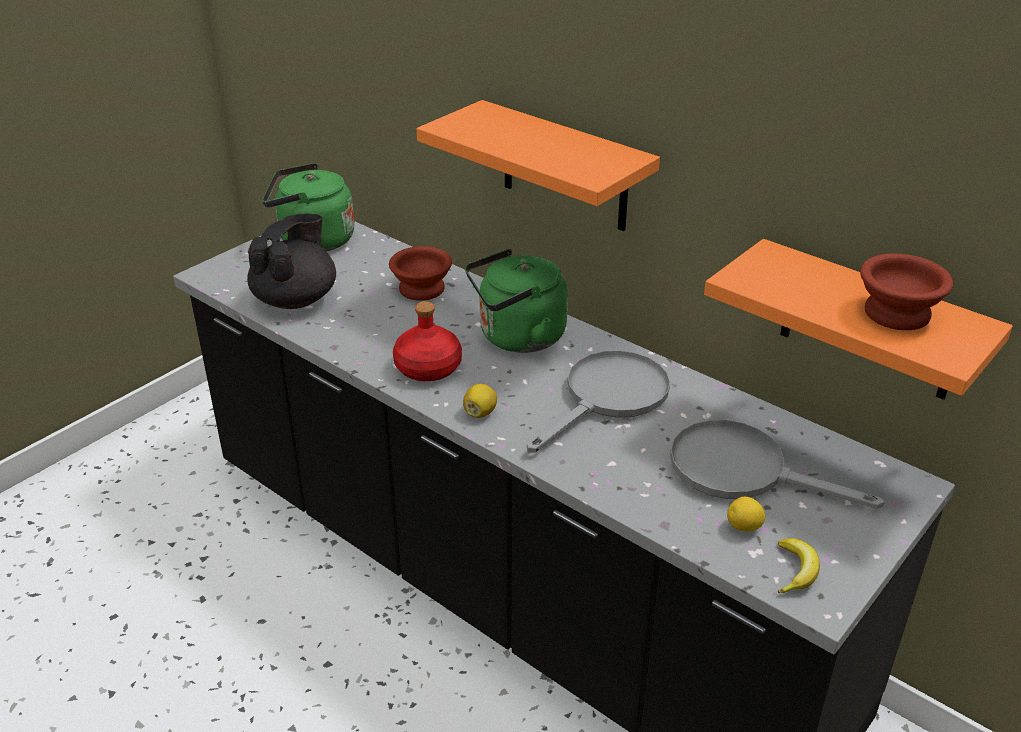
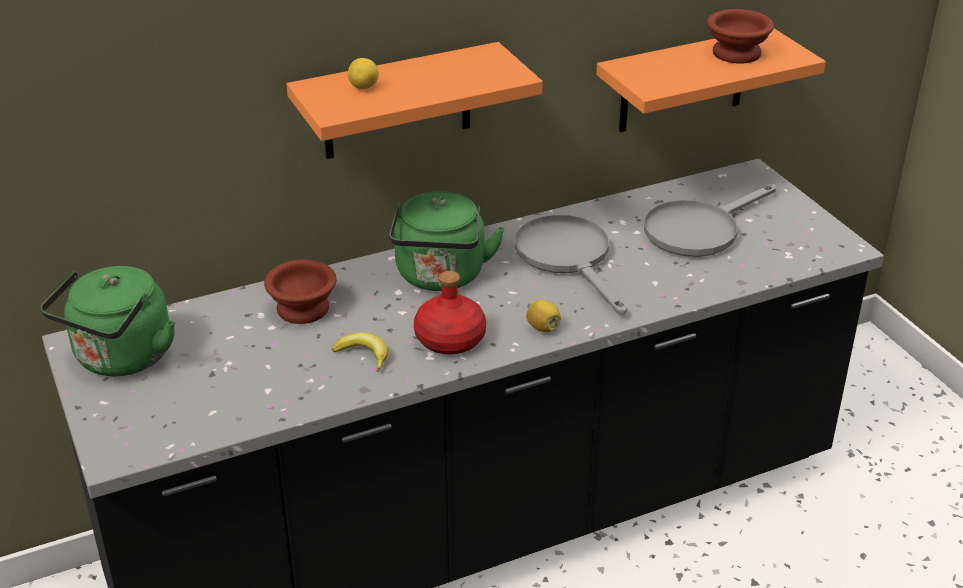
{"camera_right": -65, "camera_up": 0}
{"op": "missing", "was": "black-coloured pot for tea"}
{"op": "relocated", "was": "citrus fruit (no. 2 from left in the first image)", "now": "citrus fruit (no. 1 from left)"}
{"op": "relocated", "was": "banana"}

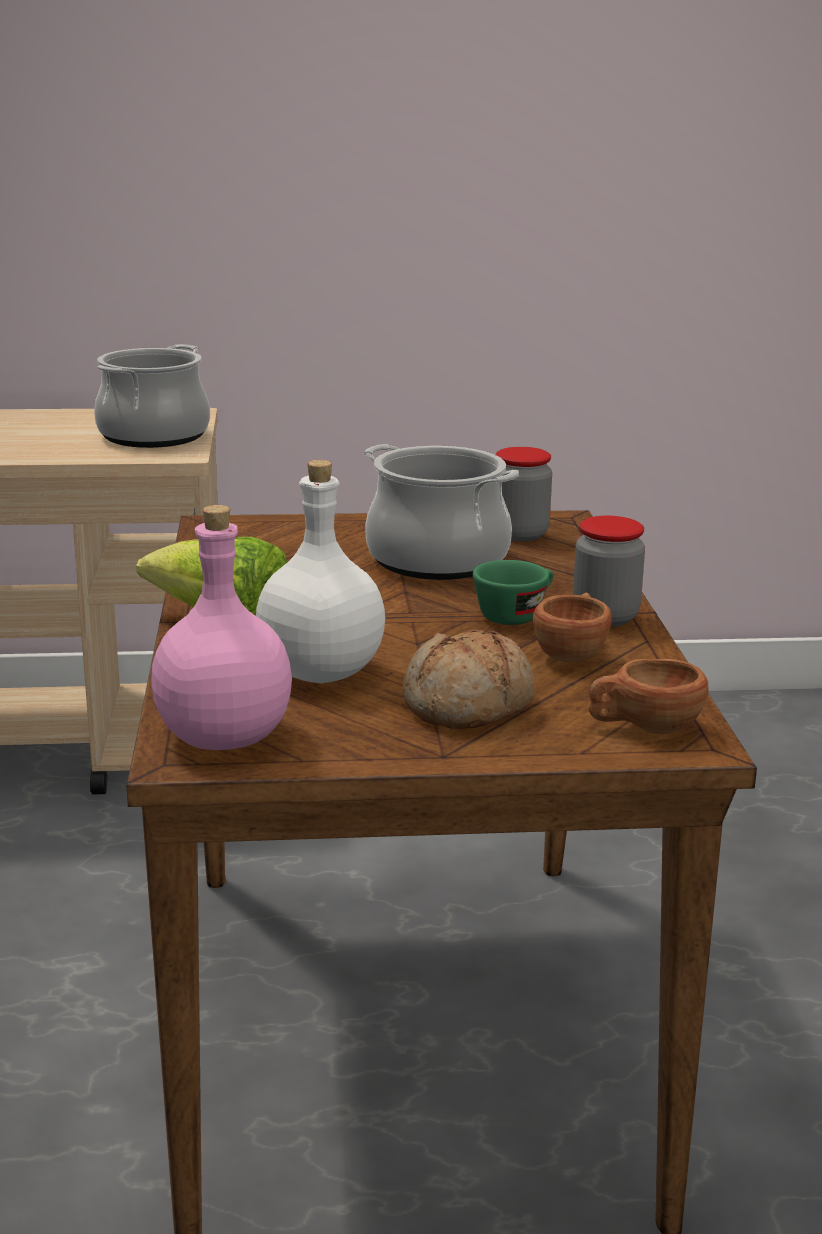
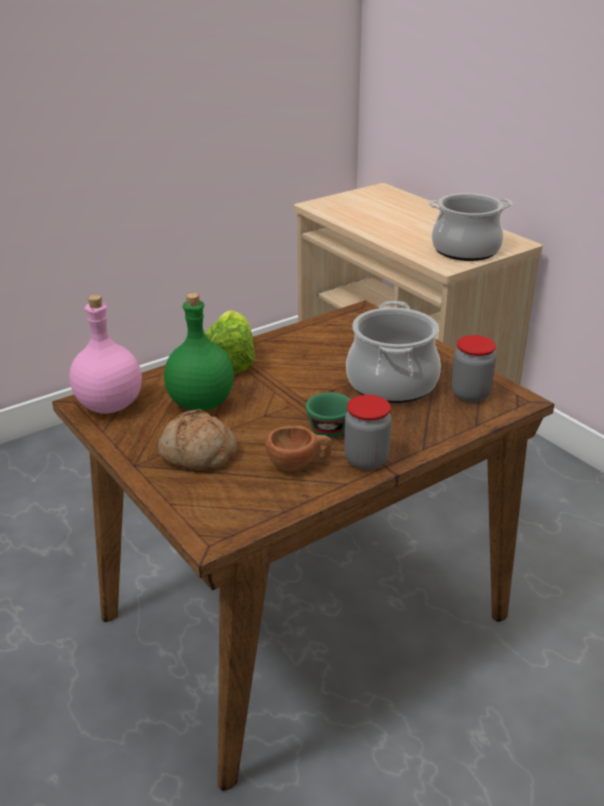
{"camera_right": 60, "camera_up": 10}
{"op": "missing", "was": "brown small cup (no. 2 from left)"}
{"op": "colour", "was": "white beverage bottle", "now": "greenish beverage bottle"}

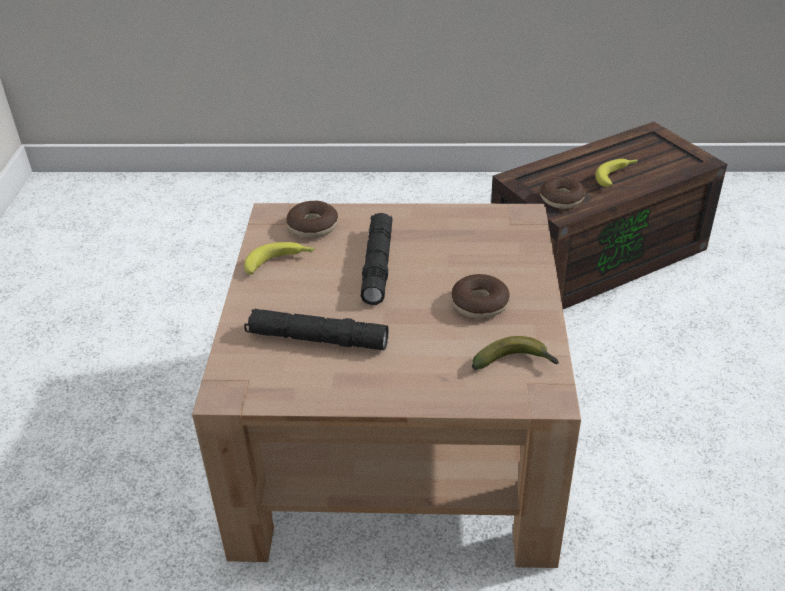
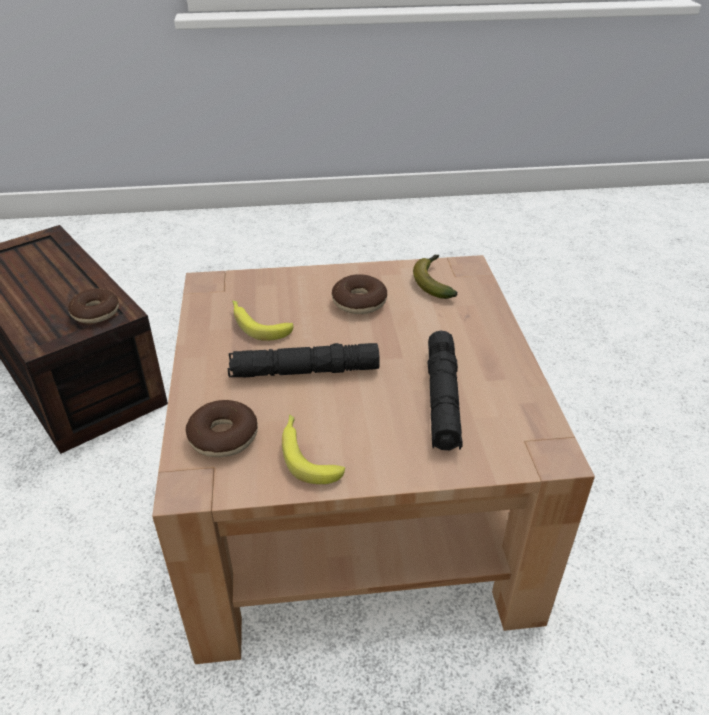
{"camera_right": -100, "camera_up": 0}
{"op": "relocated", "was": "banana (no. 3 from left in the first image)", "now": "banana (no. 1 from left)"}

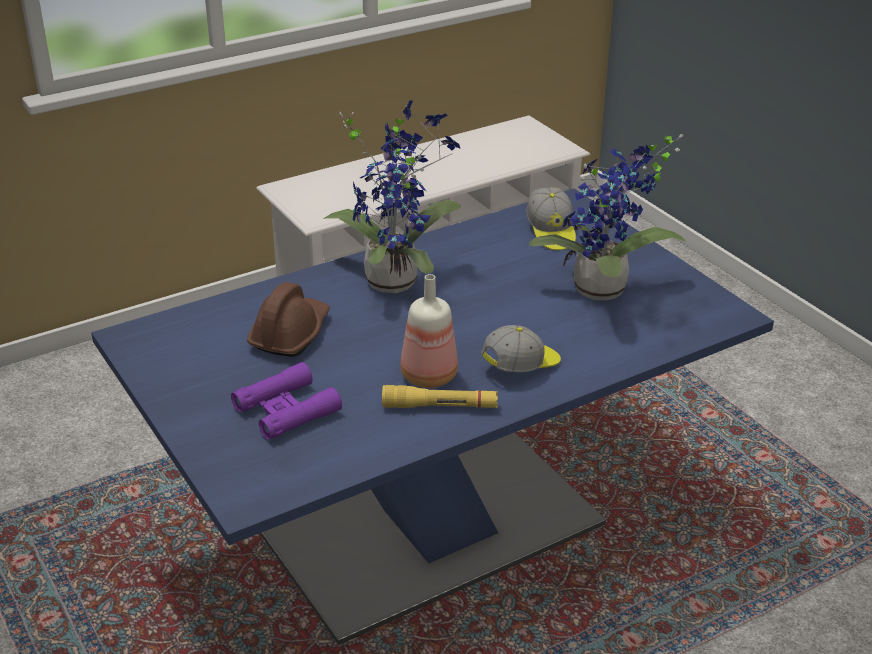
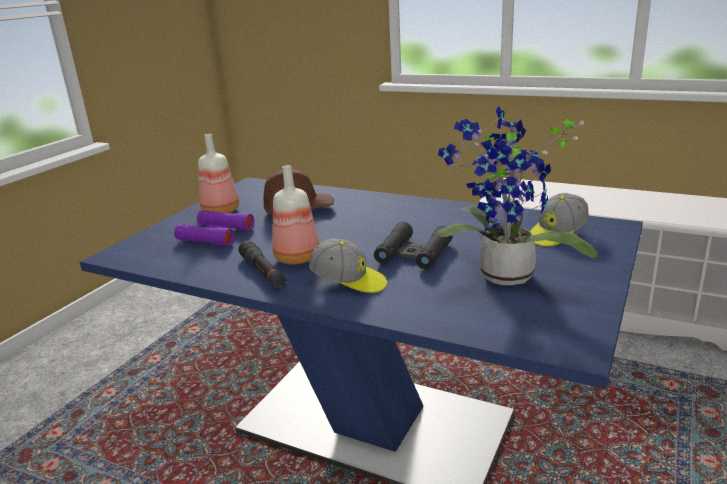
{"camera_right": 60, "camera_up": -10}
{"op": "missing", "was": "potted plant (no. 1 from left)"}
{"op": "appeared", "now": "beverage bottle (no. 1 from left)"}
{"op": "appeared", "now": "black-coloured field glasses"}
{"op": "colour", "was": "yellowish hand torch", "now": "black-coloured hand torch"}

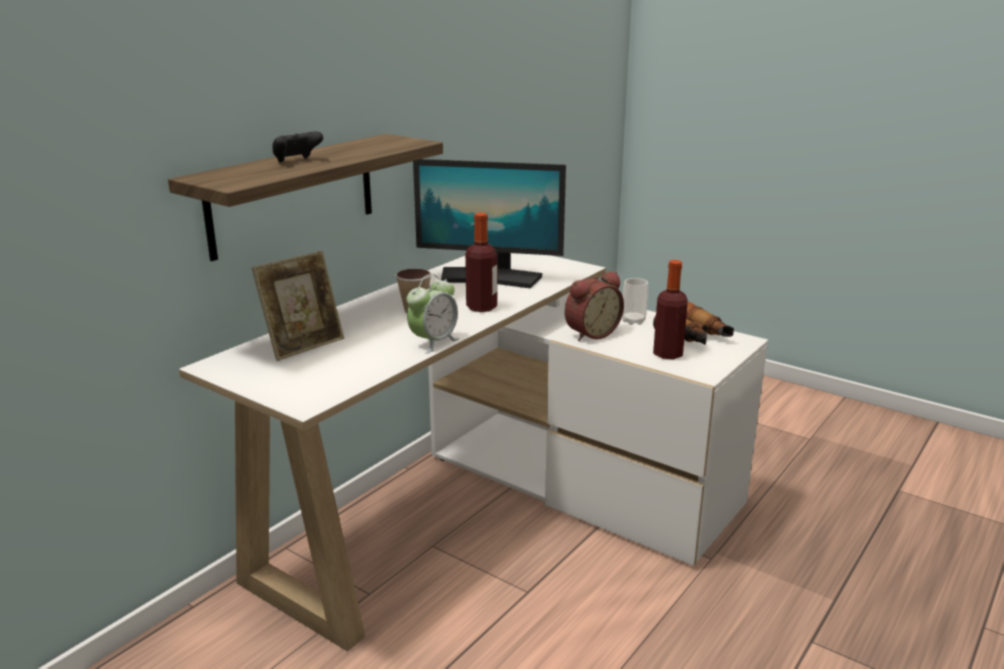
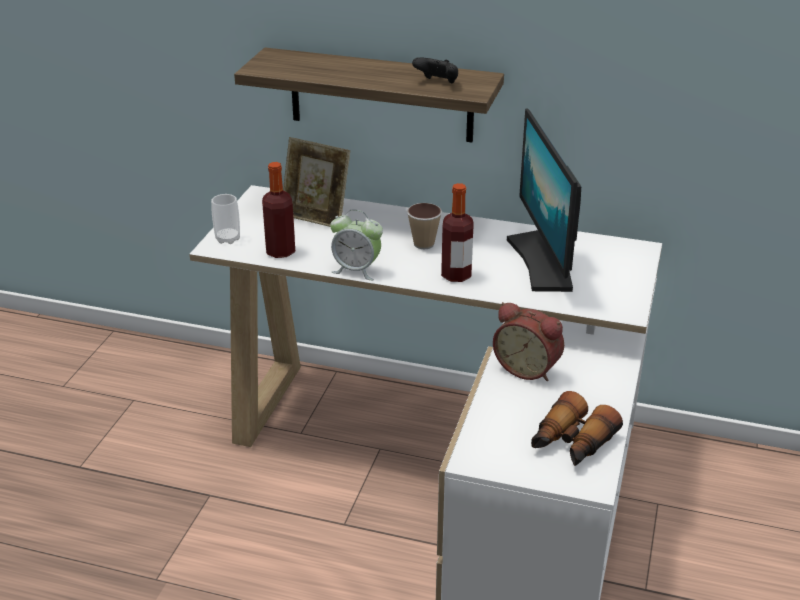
{"camera_right": 70, "camera_up": 10}
{"op": "relocated", "was": "black-coloured game controller"}
{"op": "relocated", "was": "small cup (no. 2 from left in the first image)", "now": "small cup (no. 1 from left)"}
{"op": "relocated", "was": "beverage bottle (no. 2 from left in the first image)", "now": "beverage bottle (no. 1 from left)"}

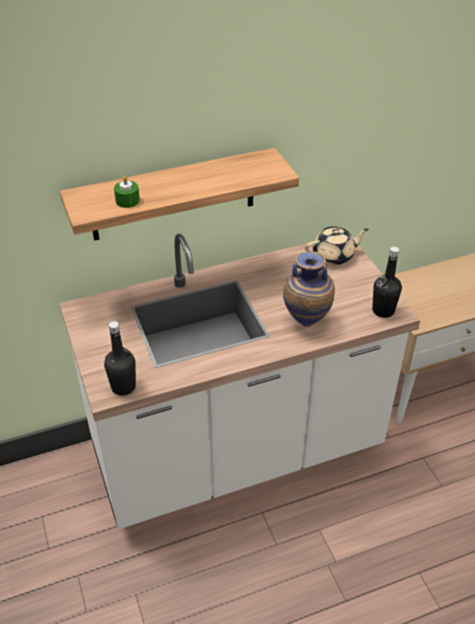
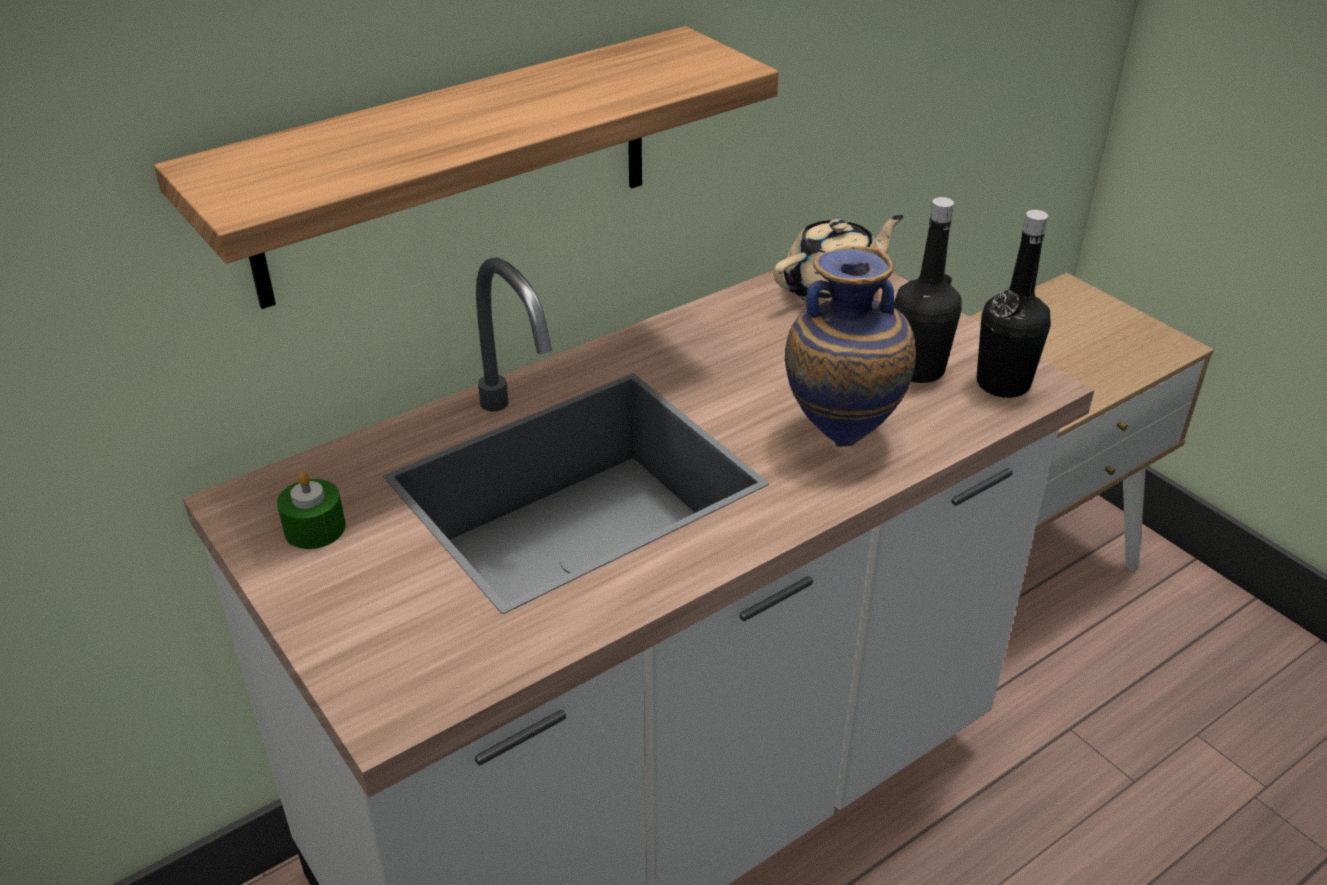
{"camera_right": -15, "camera_up": -5}
{"op": "relocated", "was": "black-coloured beverage bottle (no. 1 from left)"}
{"op": "relocated", "was": "greenish candle"}

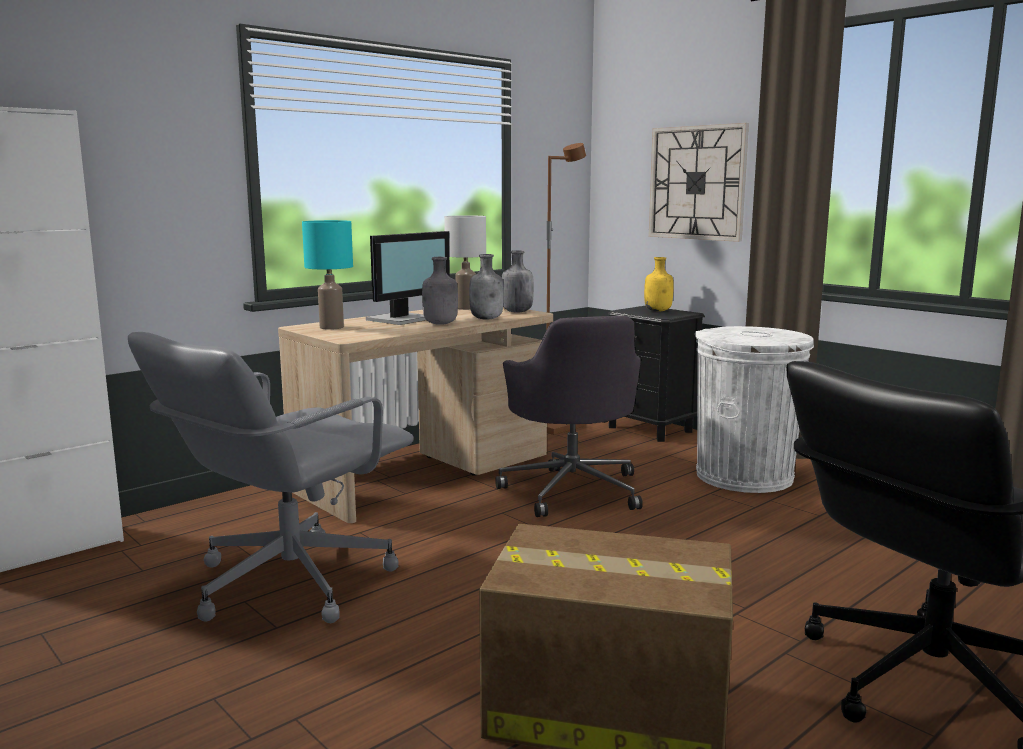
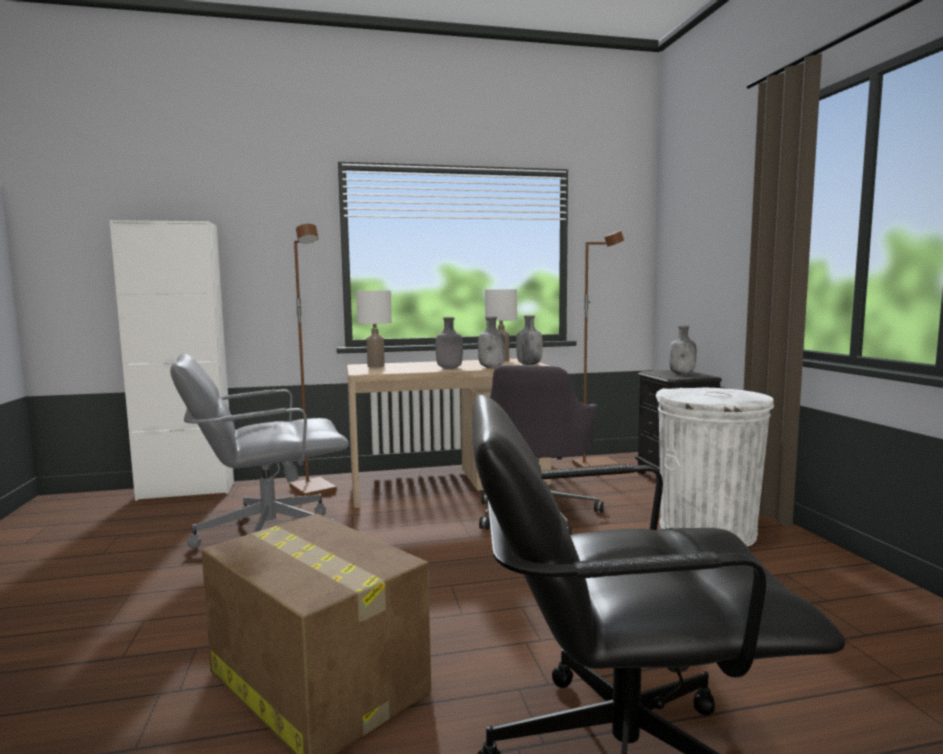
{"camera_right": 30, "camera_up": -5}
{"op": "missing", "was": "computer display"}
{"op": "missing", "was": "clock on the wall"}
{"op": "appeared", "now": "brown standing lamp (no. 1 from left)"}
{"op": "colour", "was": "turquoise tabletop lamp", "now": "white tabletop lamp (no. 1 from left)"}
{"op": "colour", "was": "yellowish beverage bottle", "now": "grey beverage bottle (no. 4 from left)"}

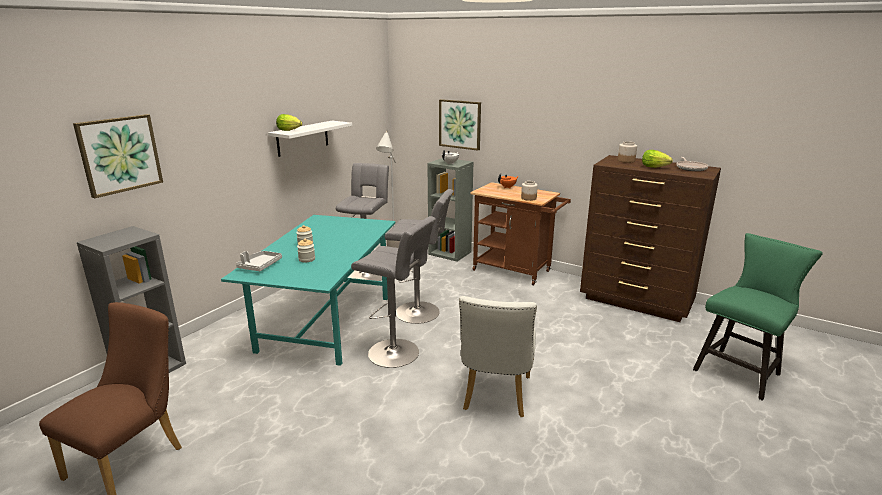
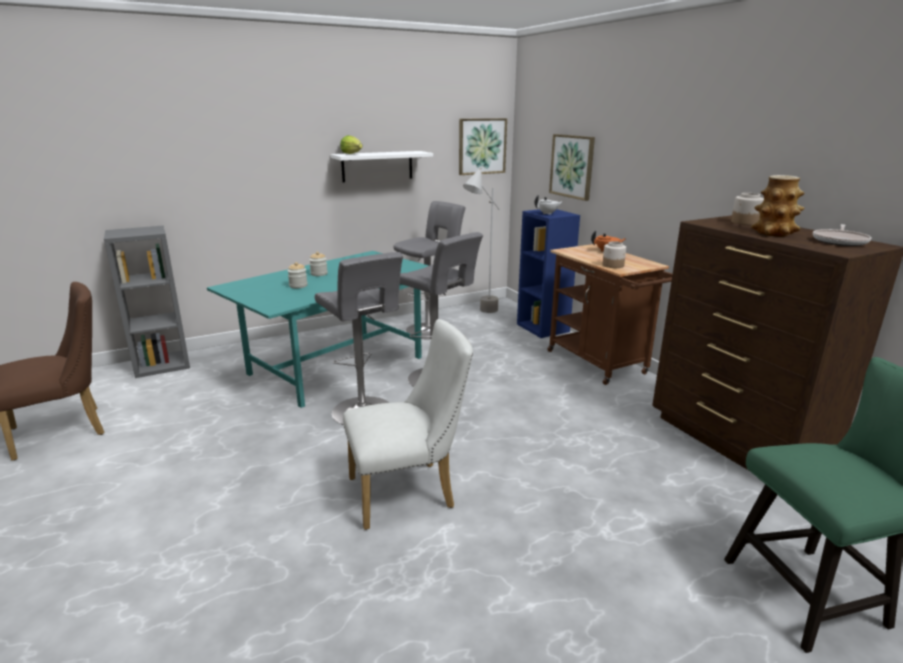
{"camera_right": 30, "camera_up": 0}
{"op": "missing", "was": "grey carrying tray"}
{"op": "relocated", "was": "picture (no. 1 from left)"}
{"op": "exchanged", "was": "lettuce (no. 2 from left)", "now": "decorative vase"}
{"op": "colour", "was": "grey bookcase (no. 2 from left)", "now": "bluish bookcase"}
{"op": "spun", "was": "white plain chair", "clockwise": -150}

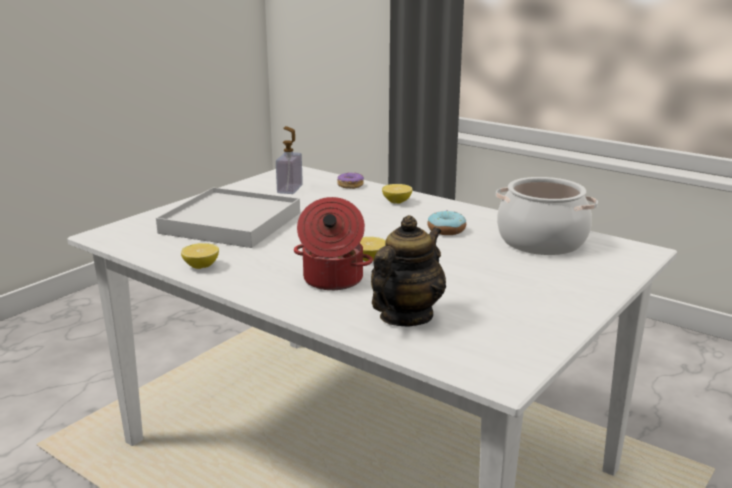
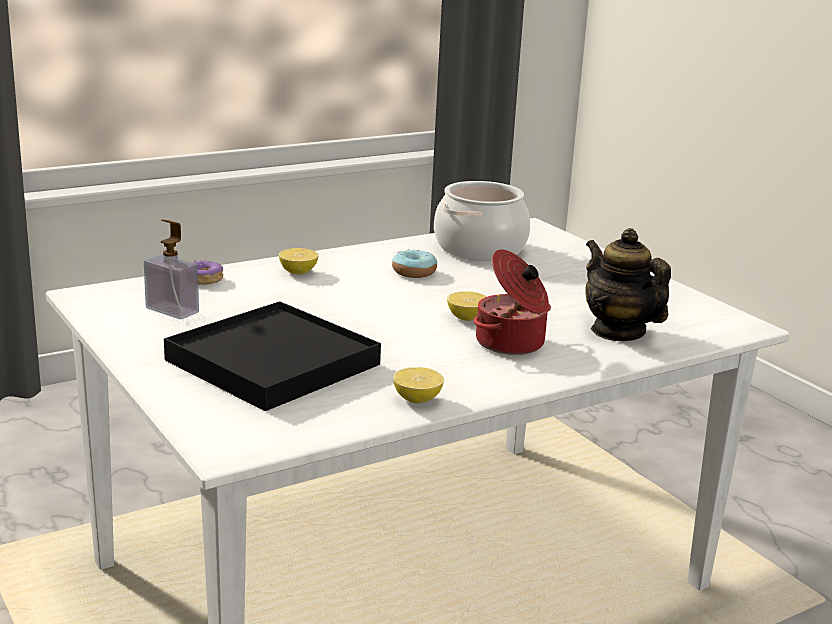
{"camera_right": -70, "camera_up": 0}
{"op": "colour", "was": "white carrying tray", "now": "black-coloured carrying tray"}

